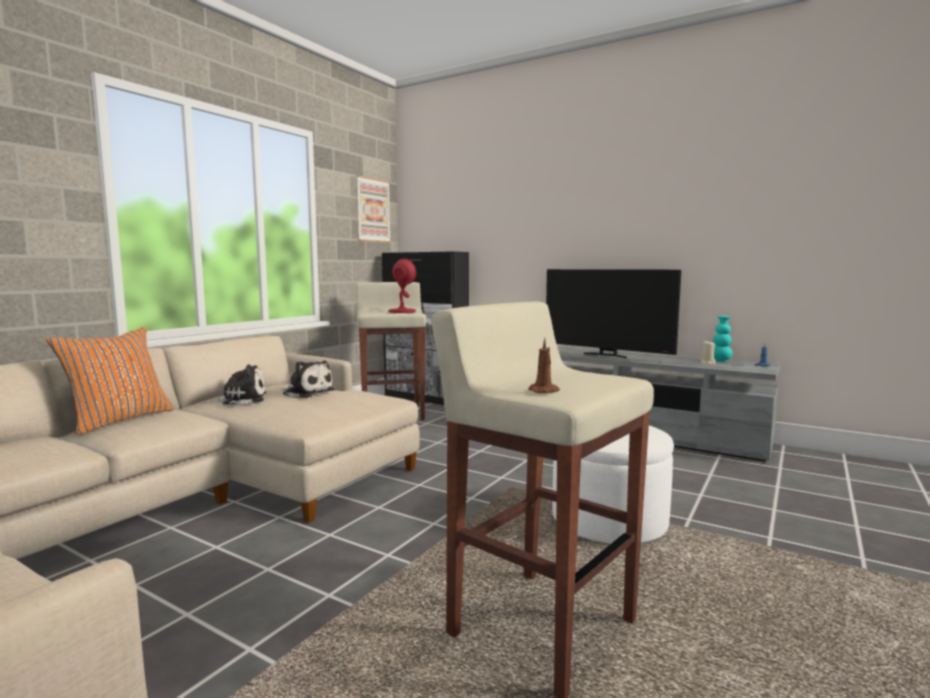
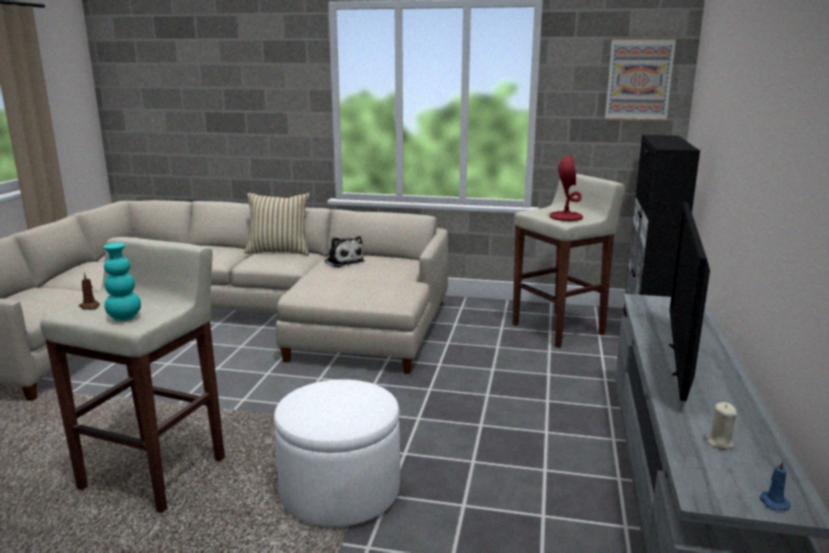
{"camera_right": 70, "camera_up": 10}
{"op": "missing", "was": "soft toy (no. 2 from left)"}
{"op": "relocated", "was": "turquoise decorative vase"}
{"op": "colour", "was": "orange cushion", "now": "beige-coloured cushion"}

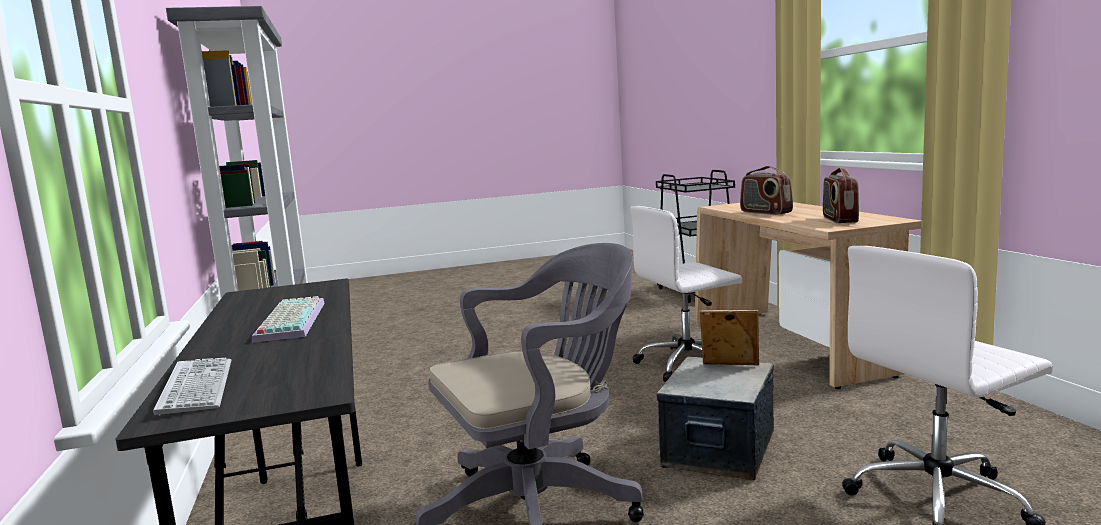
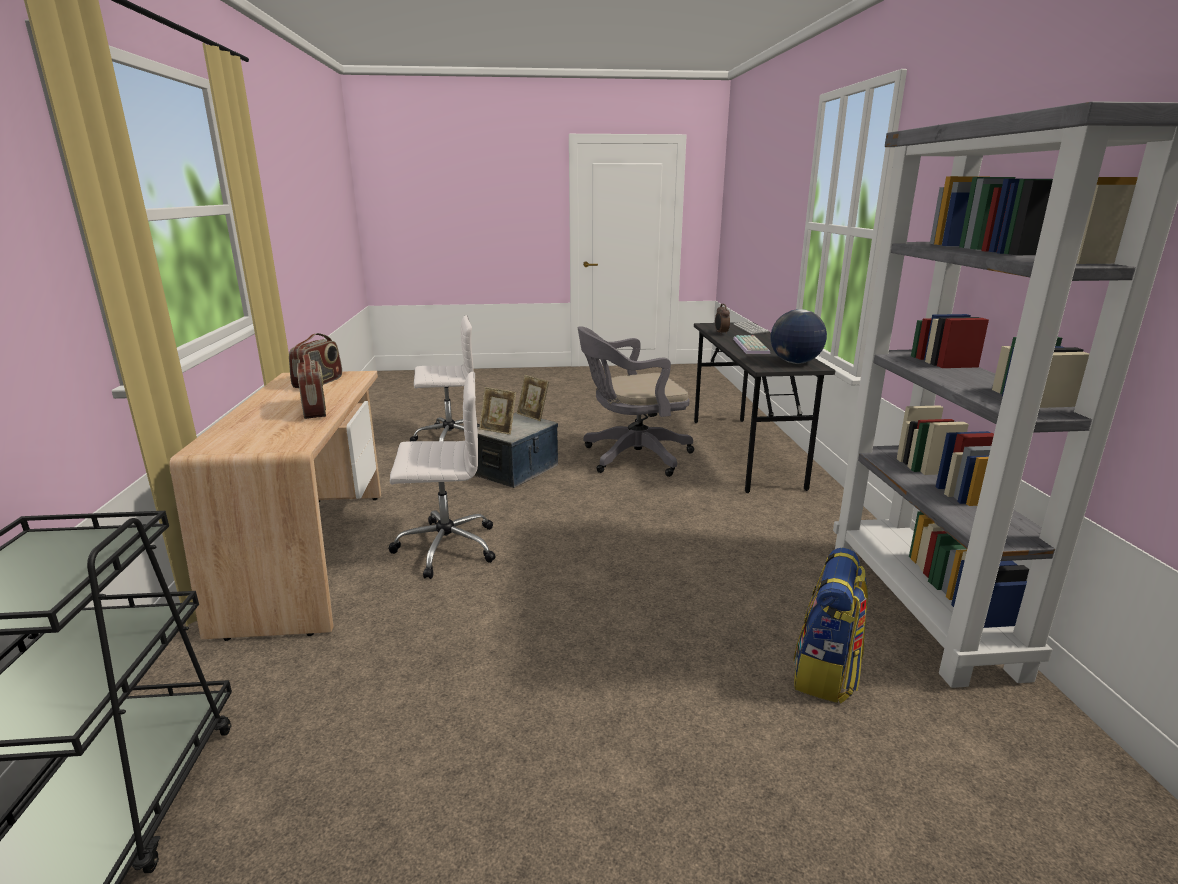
{"camera_right": -170, "camera_up": 10}
{"op": "appeared", "now": "photo frame (no. 2 from left)"}
{"op": "appeared", "now": "alarm clock"}
{"op": "appeared", "now": "globe"}
{"op": "appeared", "now": "rucksack"}

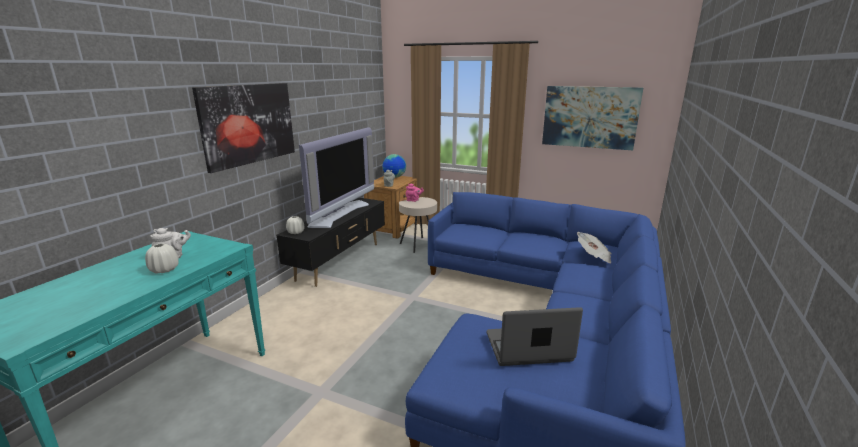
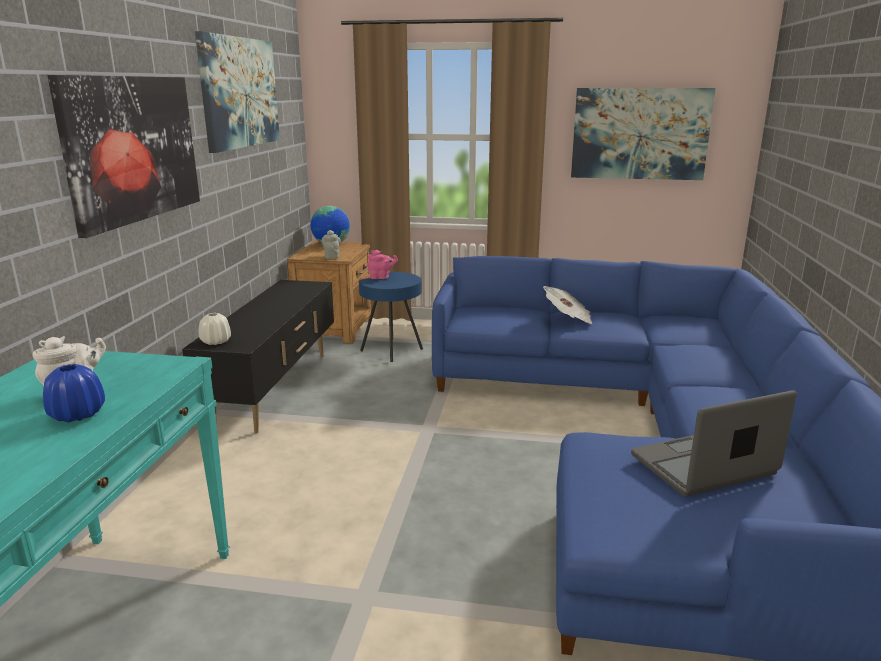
{"camera_right": -15, "camera_up": 0}
{"op": "missing", "was": "television"}
{"op": "appeared", "now": "picture (no. 2 from left)"}
{"op": "relocated", "was": "newspaper"}
{"op": "colour", "was": "white decorative vase (no. 1 from left)", "now": "bluish decorative vase"}
{"op": "colour", "was": "beige-coloured end table", "now": "bluish end table"}

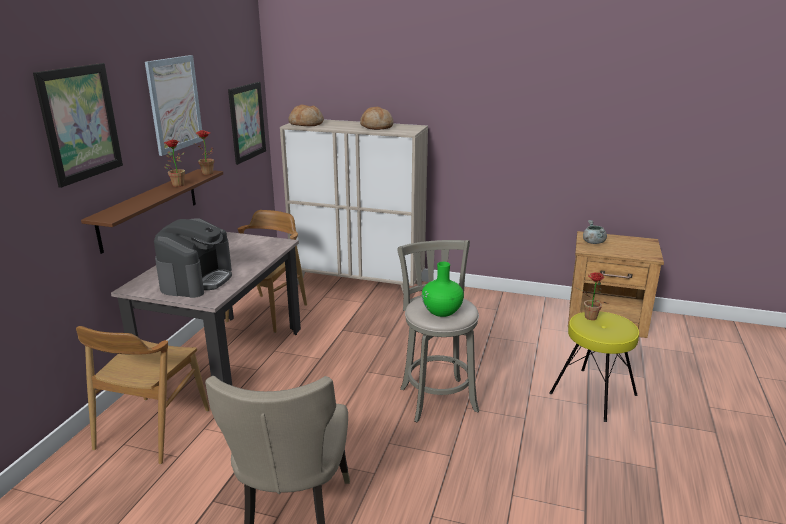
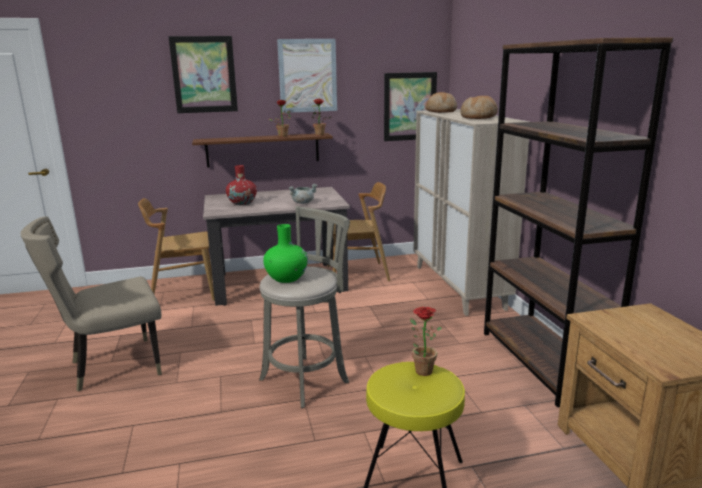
{"camera_right": 60, "camera_up": -5}
{"op": "appeared", "now": "brown bookcase"}
{"op": "relocated", "was": "grey saucepot"}
{"op": "exchanged", "was": "coffee machine", "now": "reddish decorative vase"}

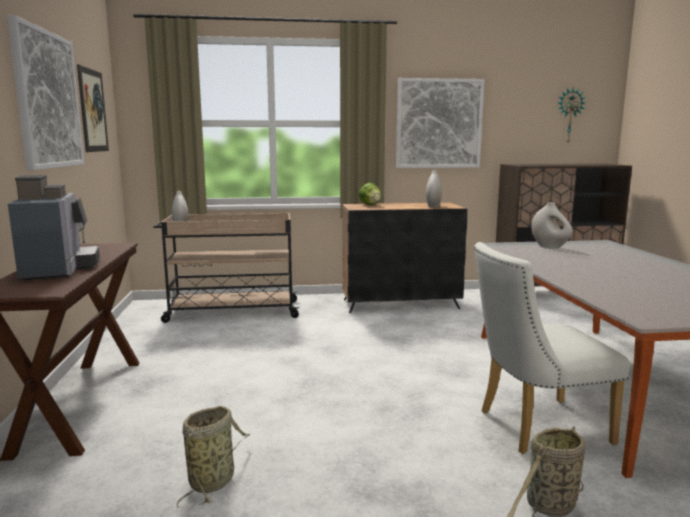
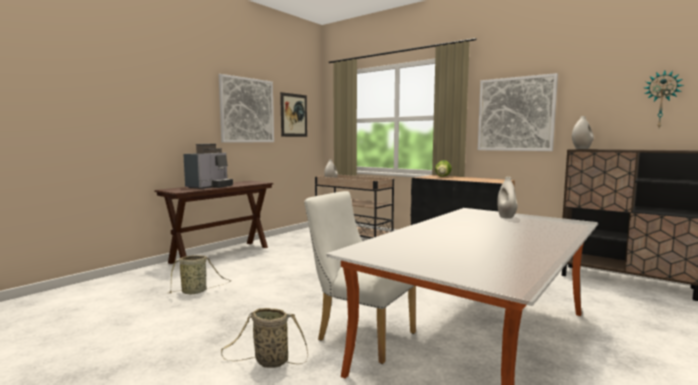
{"camera_right": 45, "camera_up": -5}
{"op": "relocated", "was": "white decorative vase (no. 2 from left in the first image)", "now": "white decorative vase (no. 3 from left)"}

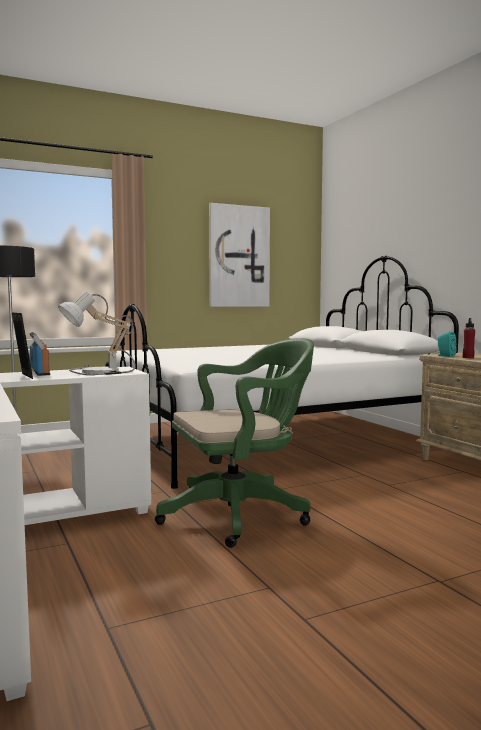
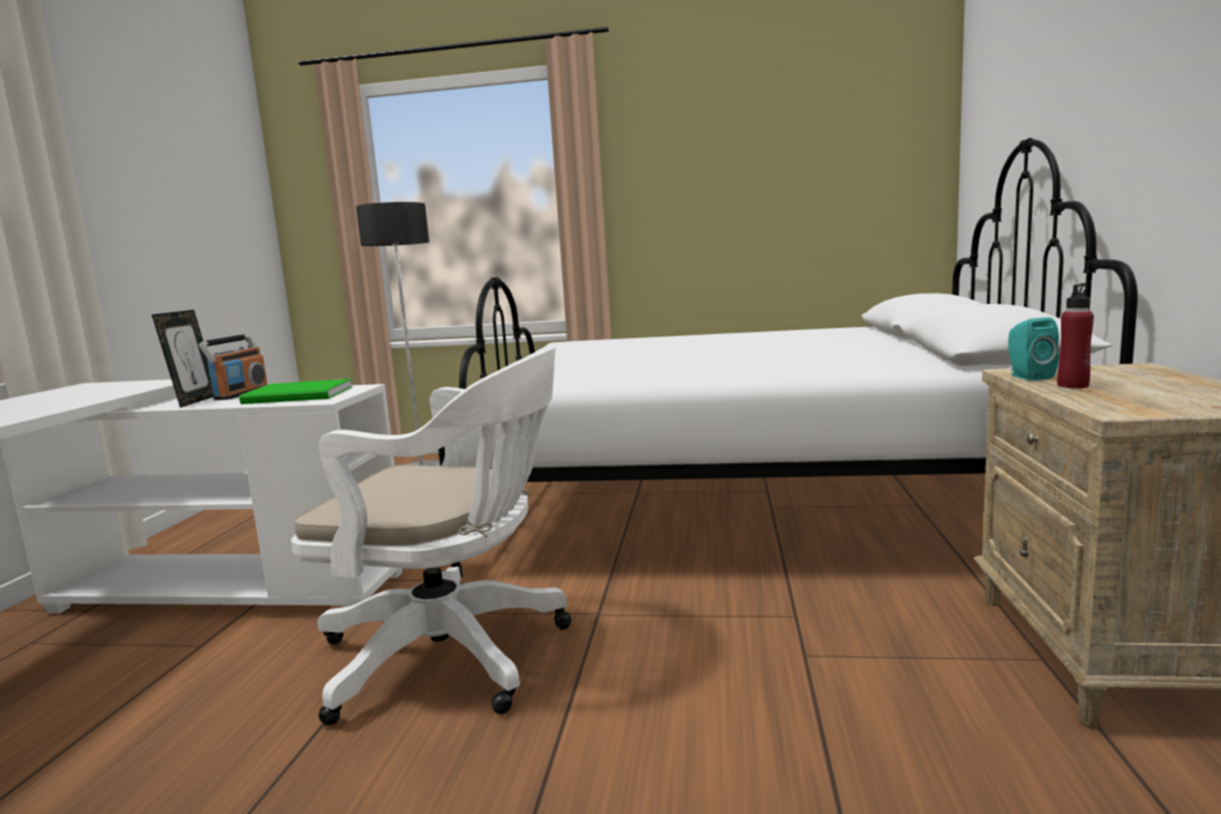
{"camera_right": 35, "camera_up": 5}
{"op": "missing", "was": "picture"}
{"op": "exchanged", "was": "tabletop lamp", "now": "greenish book"}
{"op": "colour", "was": "greenish office chair", "now": "white office chair"}

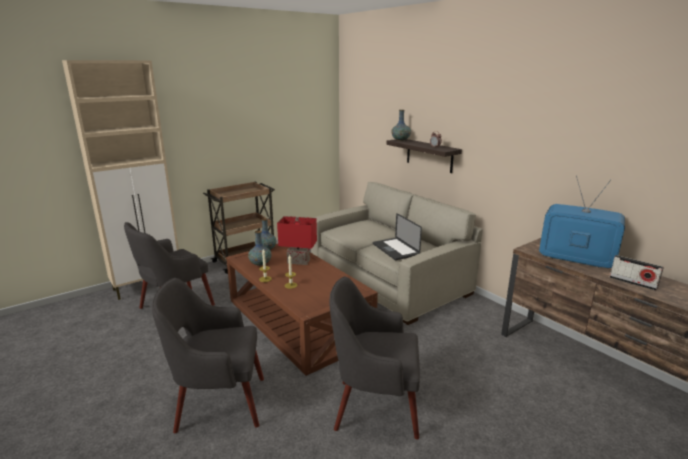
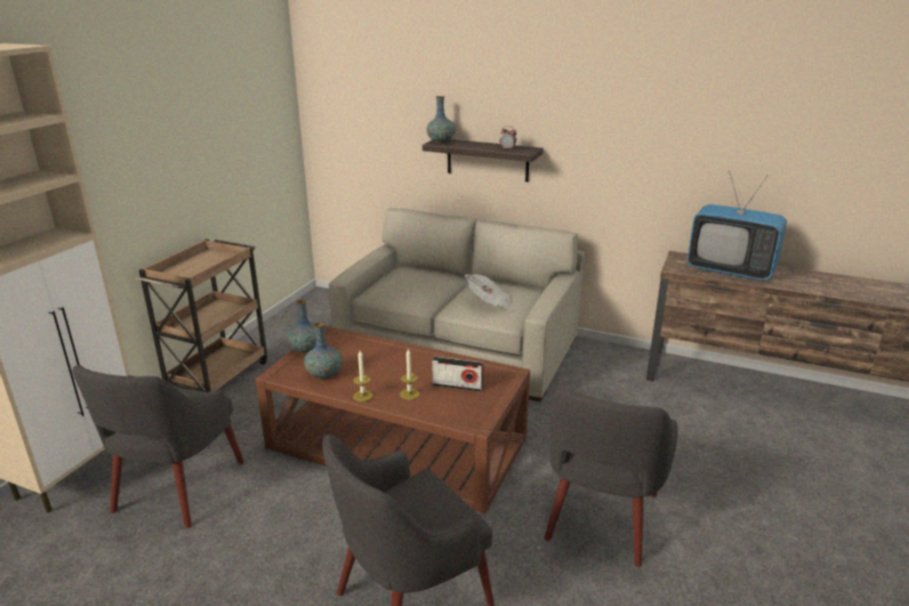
{"camera_right": -30, "camera_up": 5}
{"op": "missing", "was": "reddish tabletop lamp"}
{"op": "relocated", "was": "radio"}
{"op": "exchanged", "was": "notebook computer", "now": "newspaper"}
{"op": "spun", "was": "grey easy chair (no. 3 from left)", "clockwise": -45}
{"op": "spun", "was": "television", "clockwise": -150}

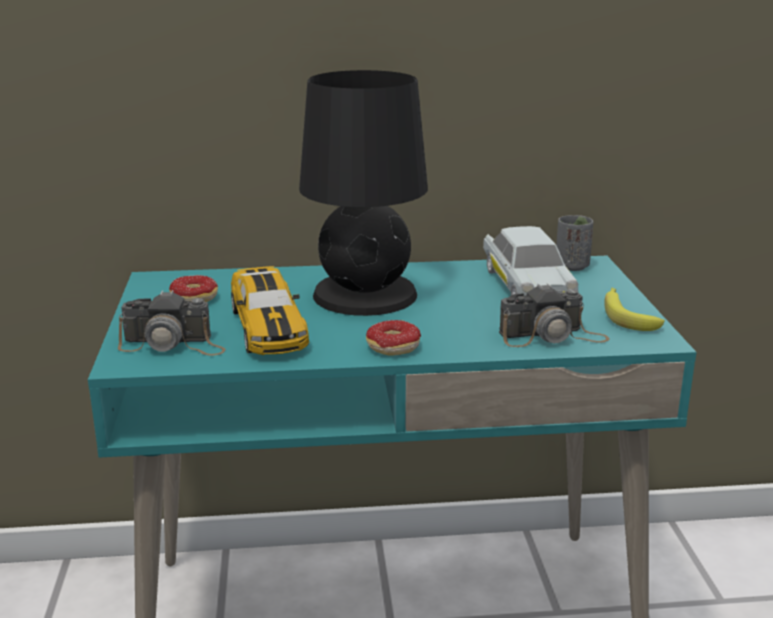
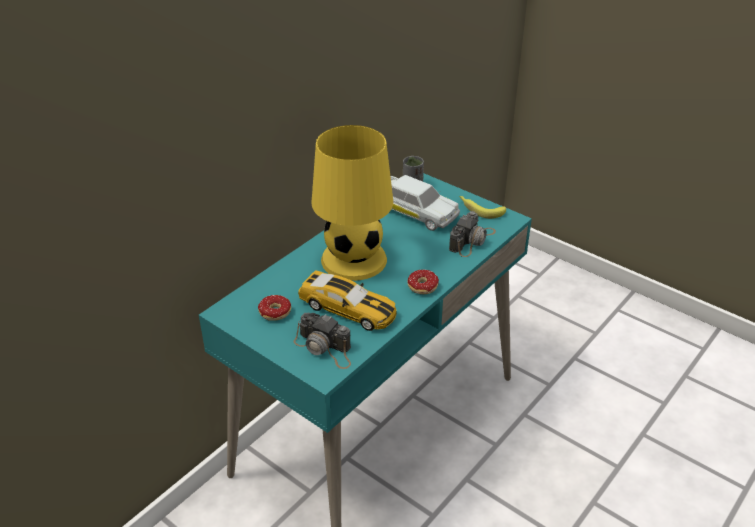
{"camera_right": -45, "camera_up": 15}
{"op": "colour", "was": "black-coloured tabletop lamp", "now": "yellowish tabletop lamp"}
{"op": "spun", "was": "still camera (no. 1 from left)", "clockwise": 75}

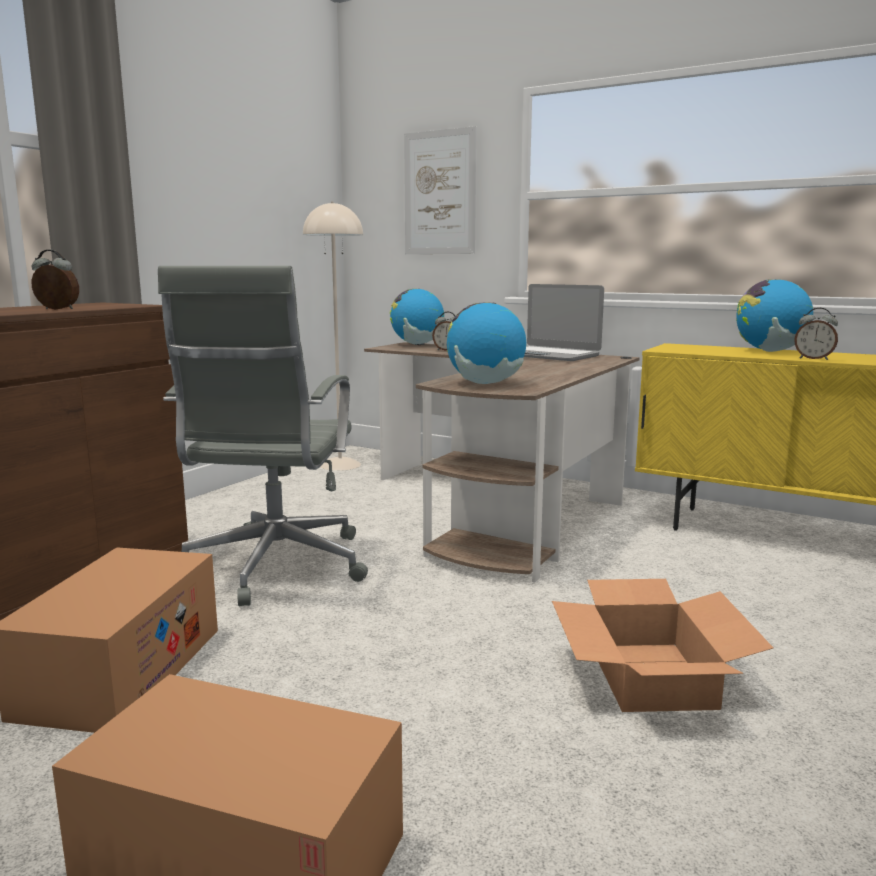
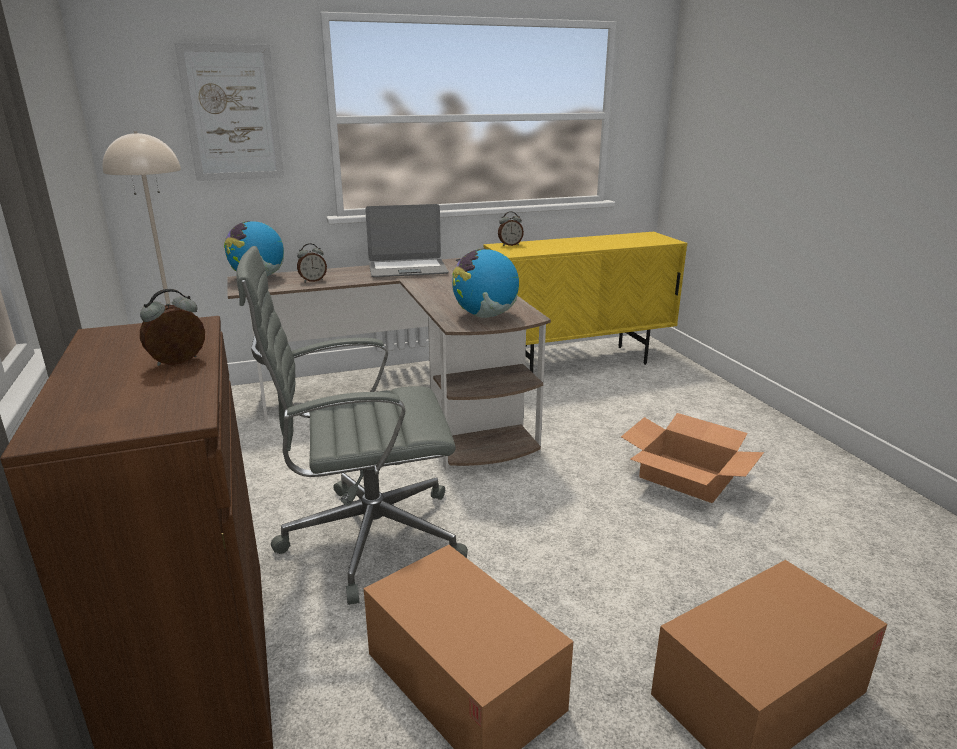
{"camera_right": -50, "camera_up": 10}
{"op": "missing", "was": "globe (no. 3 from left)"}
{"op": "relocated", "was": "alarm clock (no. 3 from left)"}
{"op": "spun", "was": "grey office chair", "clockwise": 120}

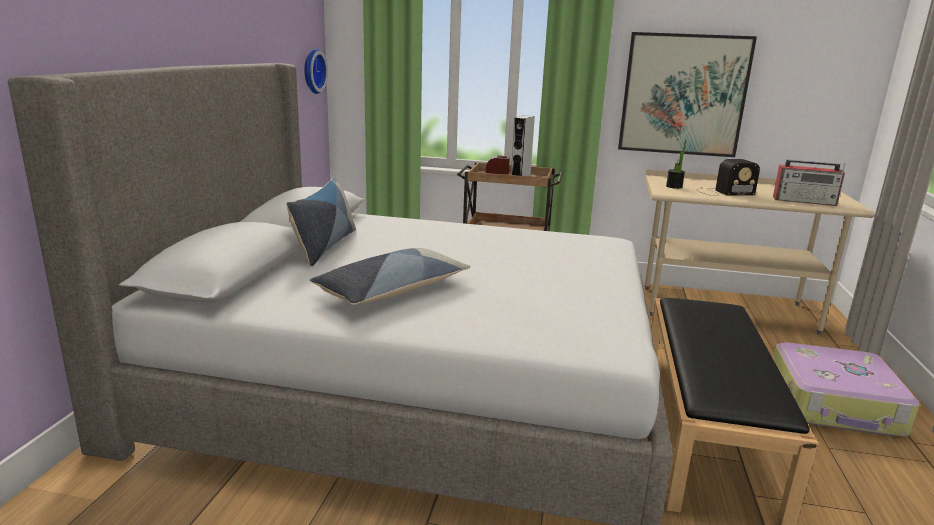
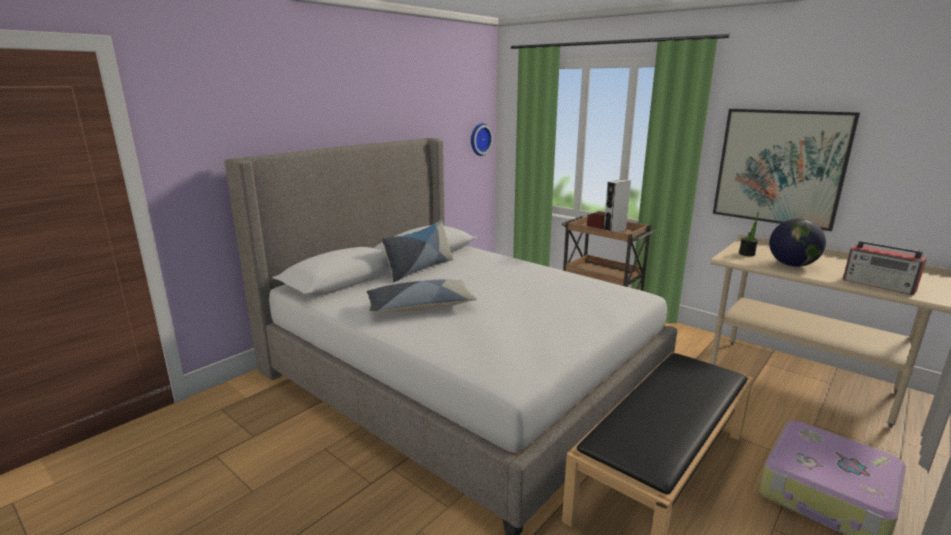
{"camera_right": 30, "camera_up": 0}
{"op": "exchanged", "was": "radio (no. 1 from left)", "now": "globe"}

